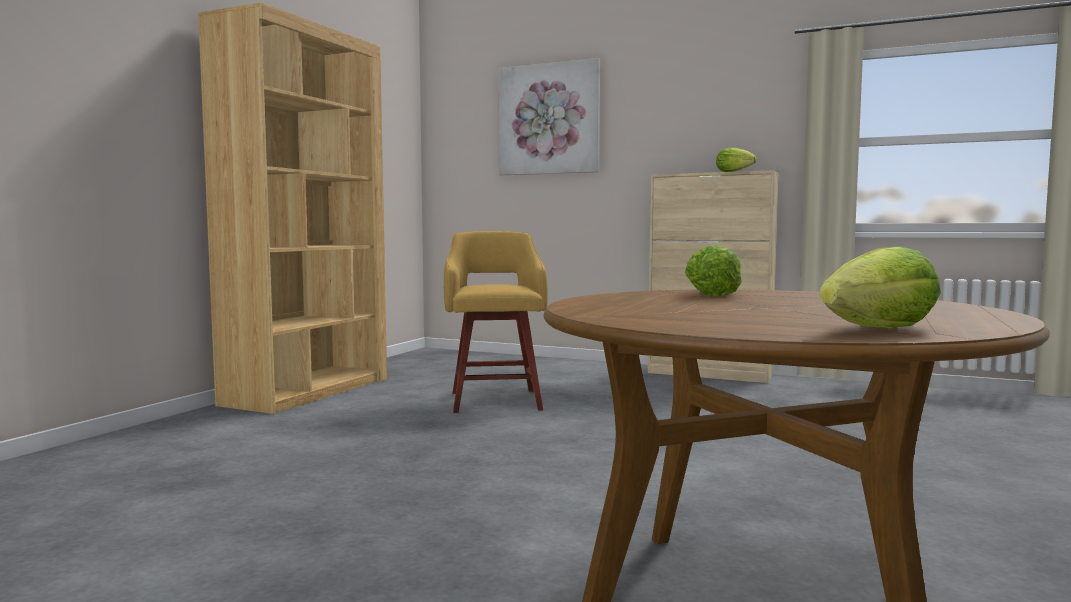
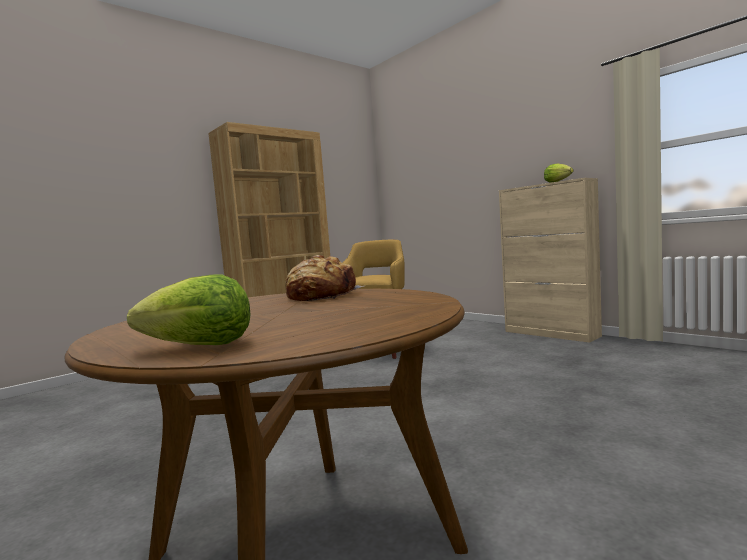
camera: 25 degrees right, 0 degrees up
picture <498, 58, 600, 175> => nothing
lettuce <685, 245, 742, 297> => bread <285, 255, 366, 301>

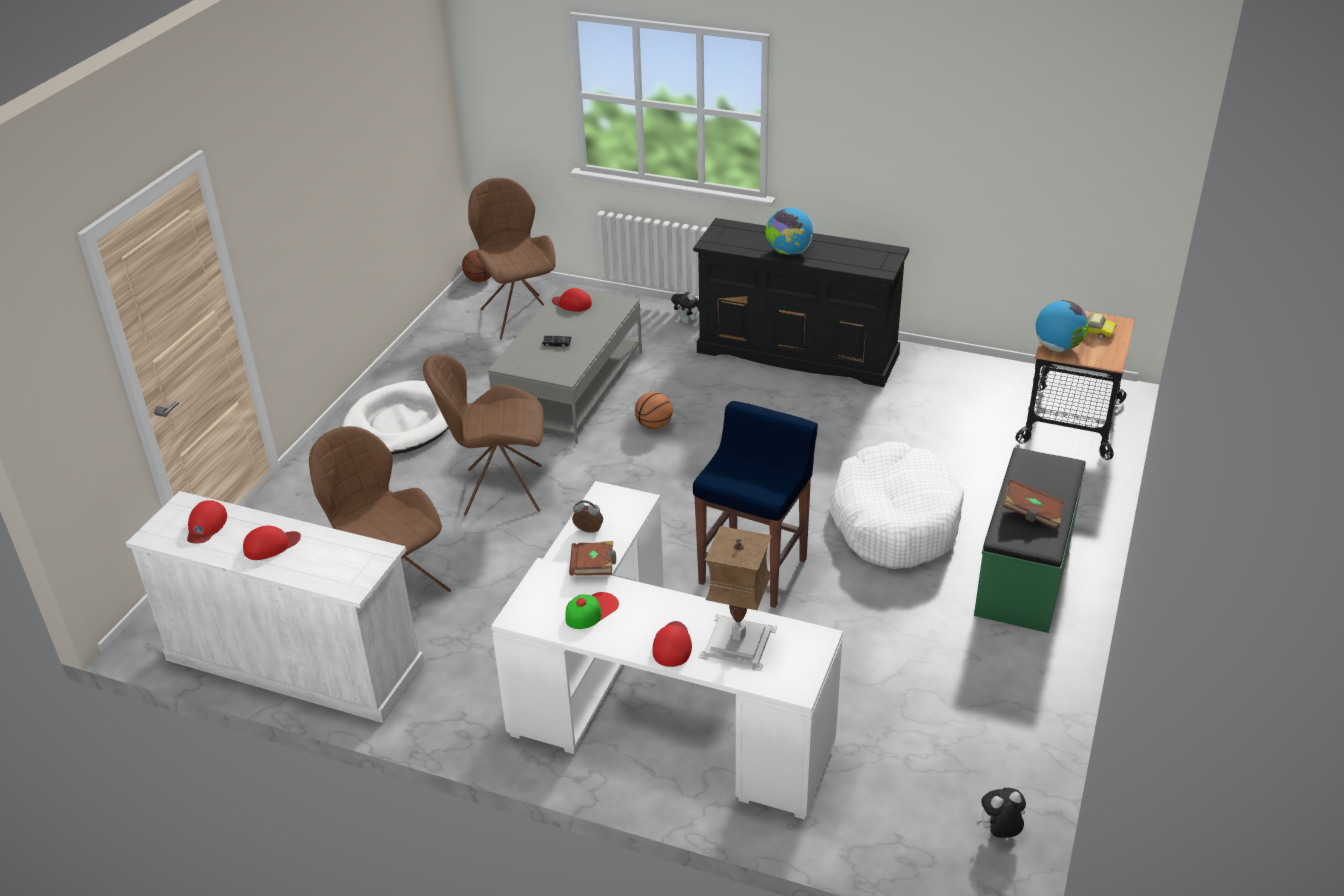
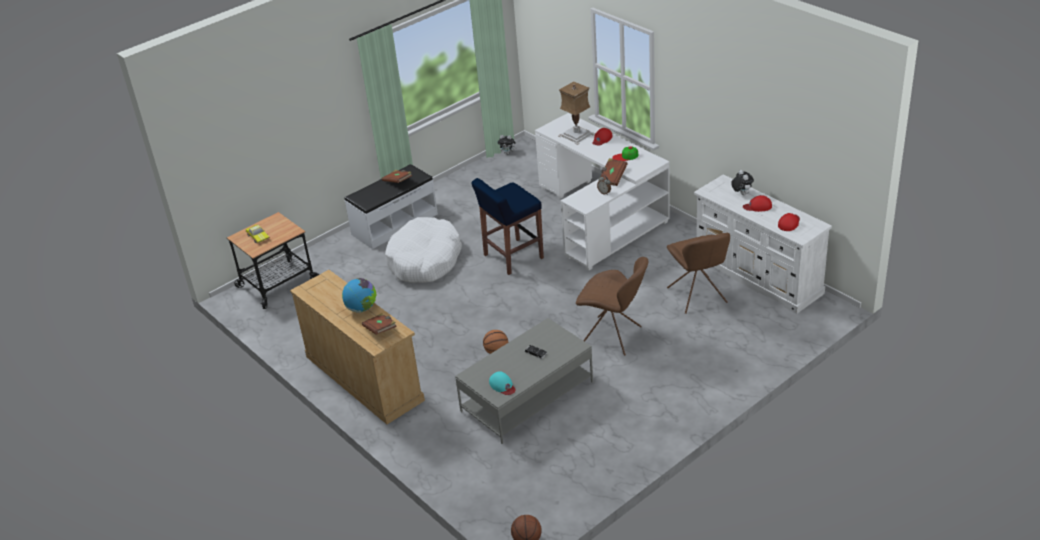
camera: 150 degrees left, 0 degrees up
white dog bed <342, 380, 449, 455> => nothing
brown chair <468, 178, 556, 339> => nothing
red cap <552, 288, 592, 312> => turquoise cap <489, 371, 516, 395>
plush toy <671, 289, 699, 324> => plush toy <731, 170, 754, 195>, shifted
black dresser <693, 218, 909, 387> => beige dresser <290, 270, 425, 424>
green bench <974, 447, 1086, 633> => white bench <344, 164, 438, 249>
globe <1036, 300, 1088, 352> => nothing
nothing => brown book <362, 313, 397, 335>

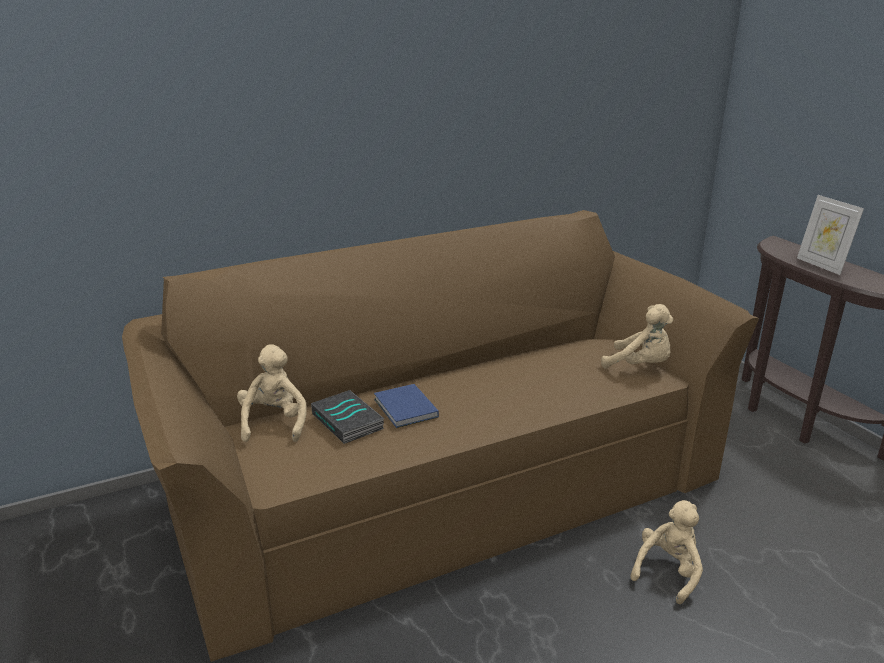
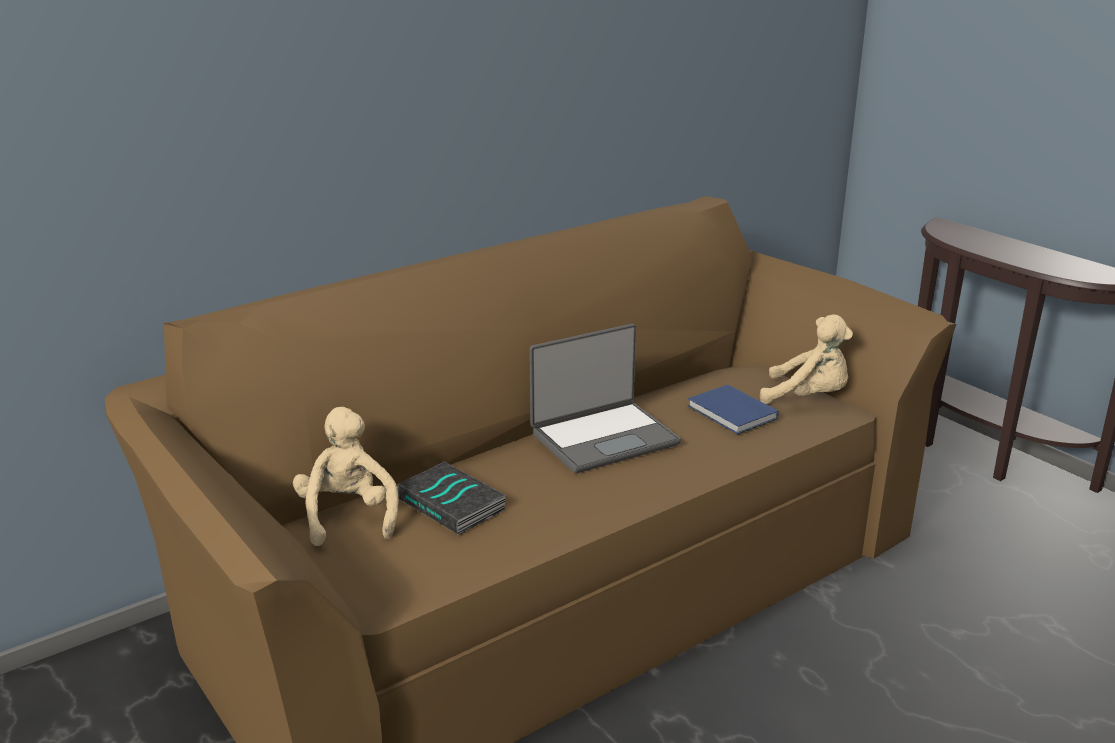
camera: 10 degrees left, 0 degrees up
blue book <374, 384, 439, 428> => blue book <688, 385, 778, 434>, shifted
beige plush toy <630, 500, 703, 604> => nothing
picture frame <797, 195, 864, 275> => nothing
nothing => laptop <529, 324, 681, 473>

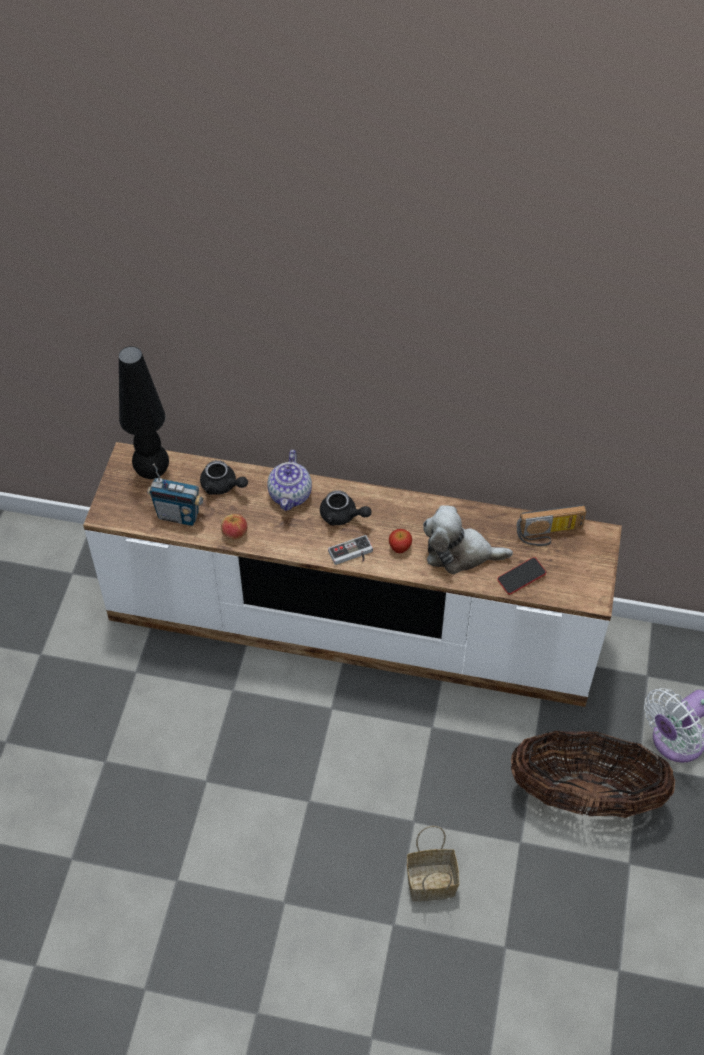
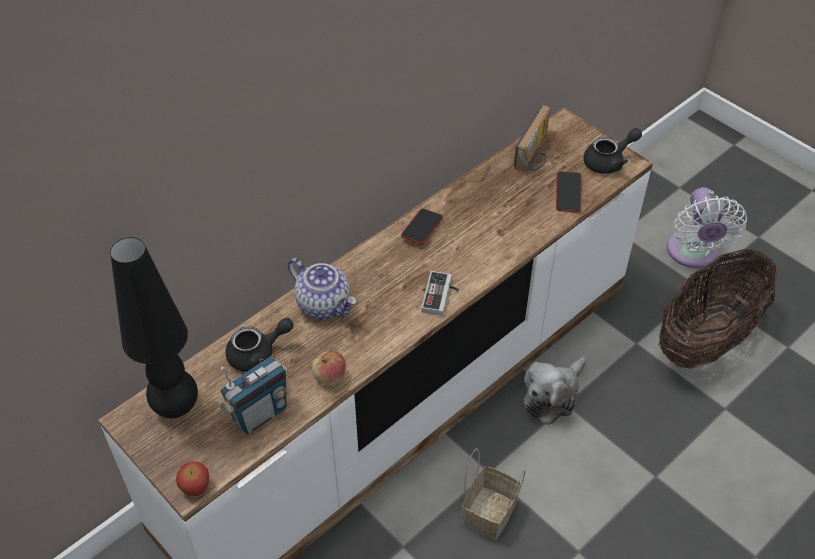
camera: 55 degrees left, 5 degrees down
black teapot <320, 490, 371, 526> => black teapot <583, 128, 642, 174>, shifted
apple <389, 529, 412, 553> => apple <176, 461, 209, 496>, shifted
basket <407, 826, 459, 901> => basket <462, 448, 525, 540>, shifted
plush toy <423, 505, 513, 574> => plush toy <524, 357, 587, 425>, shifted
nothing => phone <401, 209, 443, 244>

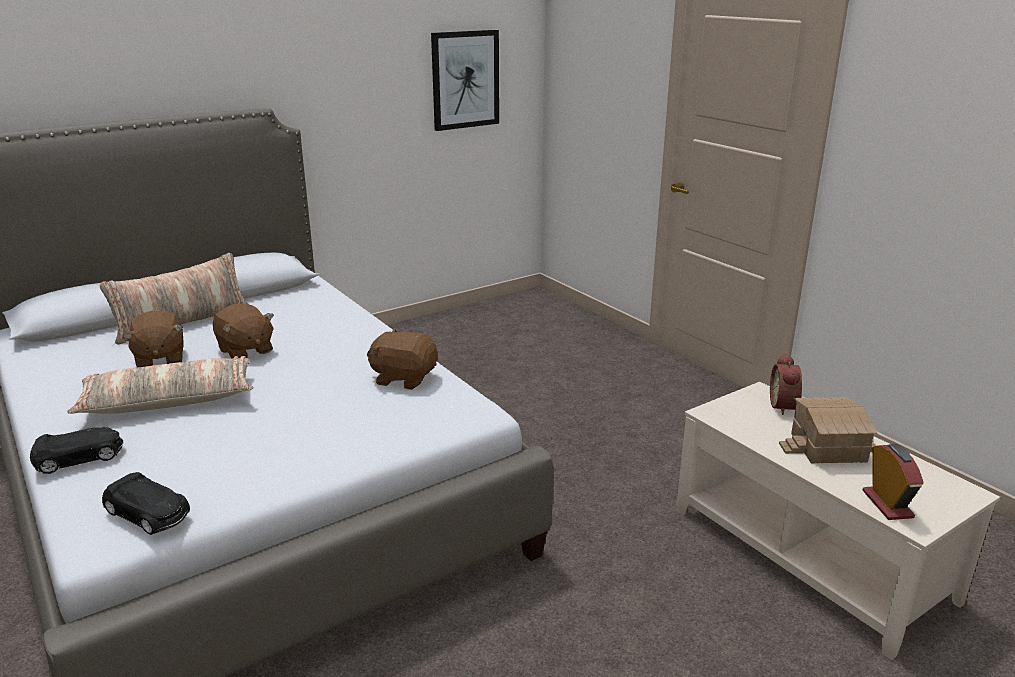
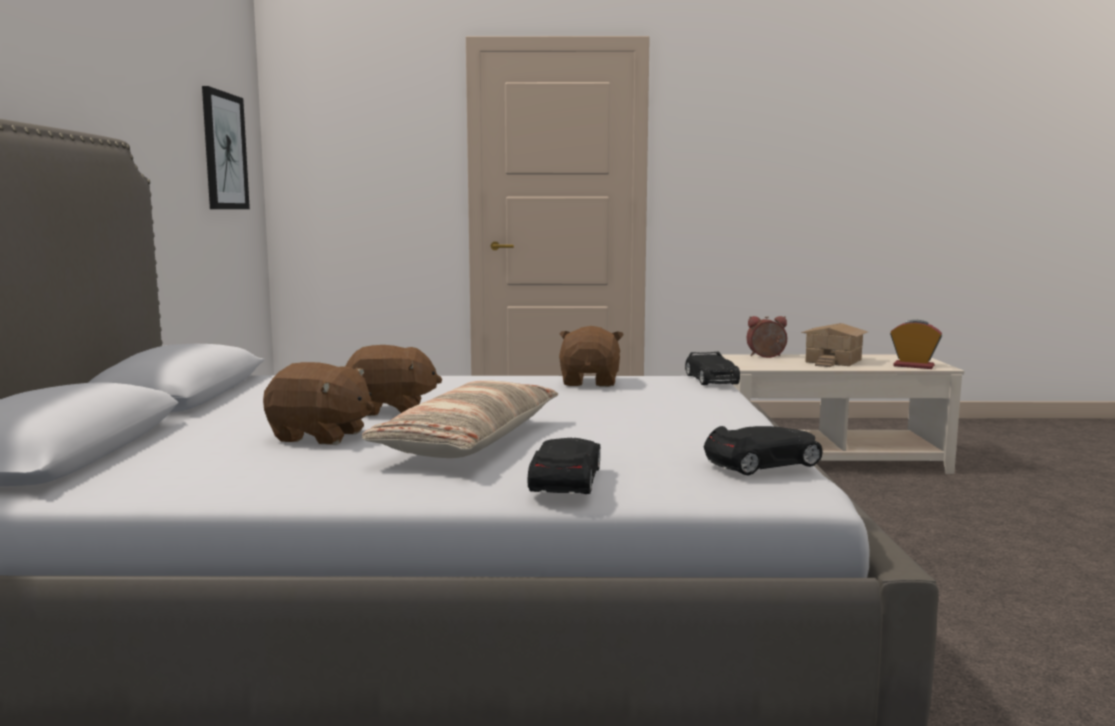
camera: 55 degrees left, 15 degrees down
pillow <100, 253, 250, 345> => nothing
brown plush toy <367, 328, 438, 390> => brown plush toy <559, 326, 624, 387>, 135 degrees clockwise
alarm clock <770, 353, 802, 415> => alarm clock <747, 316, 787, 358>, 135 degrees clockwise
nothing => black toy car <685, 352, 740, 385>

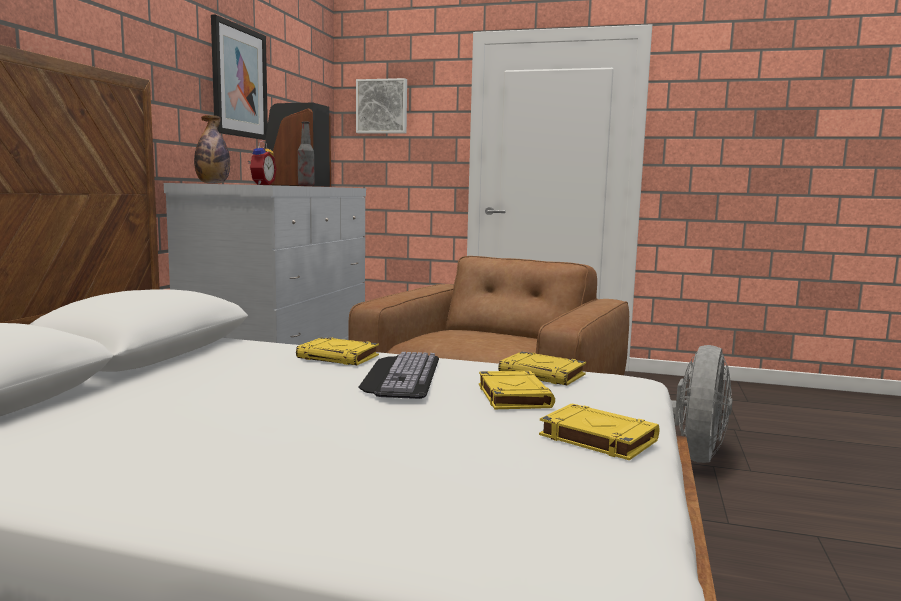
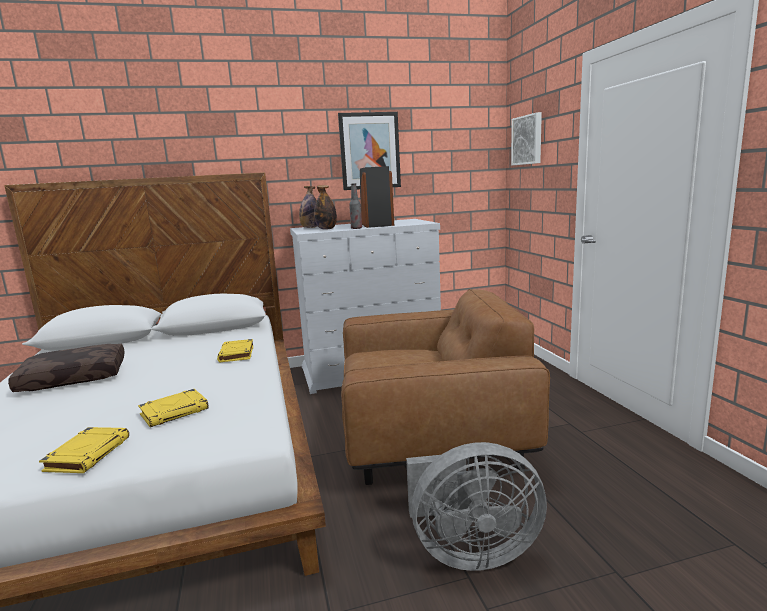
camera: 60 degrees right, 5 degrees up
alarm clock <248, 140, 276, 185> => bottle <314, 185, 337, 230>
keyboard <359, 352, 439, 399> => nothing
yellow book <498, 352, 586, 385> => nothing
nothing => brown pillow <8, 344, 125, 392>

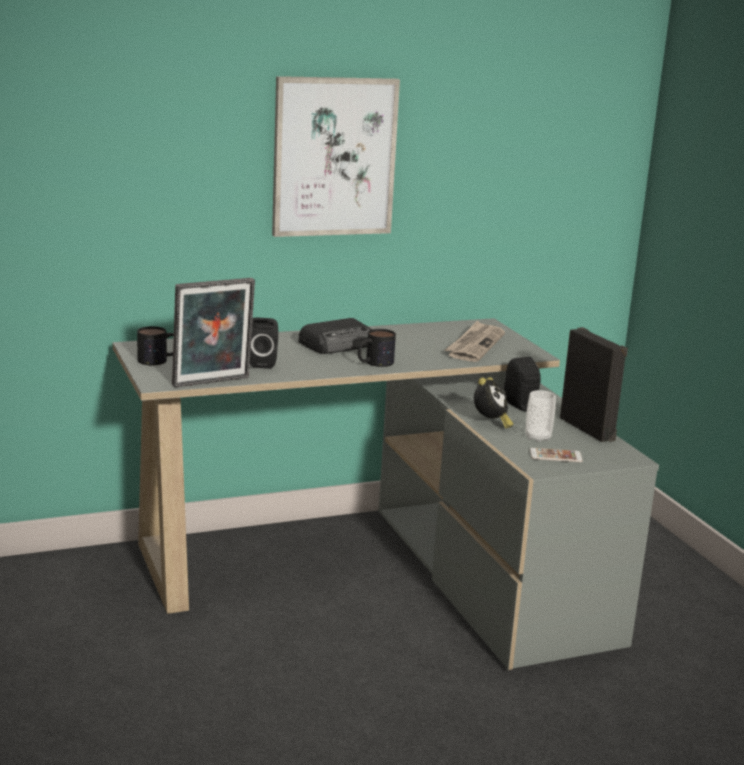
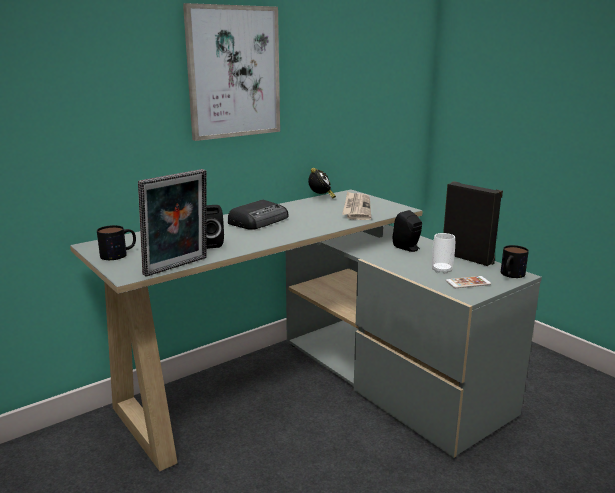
camera: 15 degrees left, 0 degrees up
mug <358, 329, 396, 367> => mug <501, 245, 529, 278>, shifted
alarm clock <474, 377, 514, 428> => alarm clock <308, 168, 336, 198>, shifted

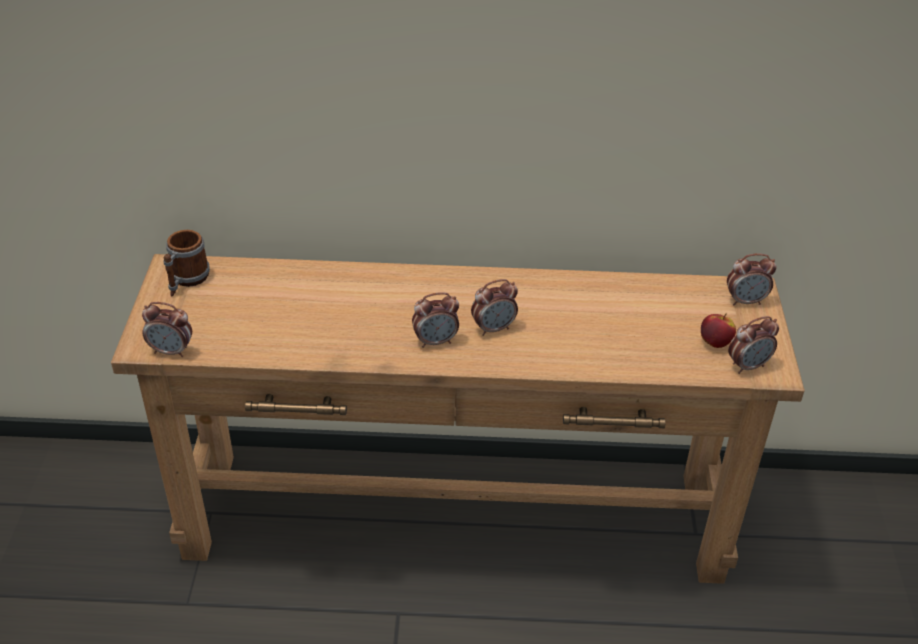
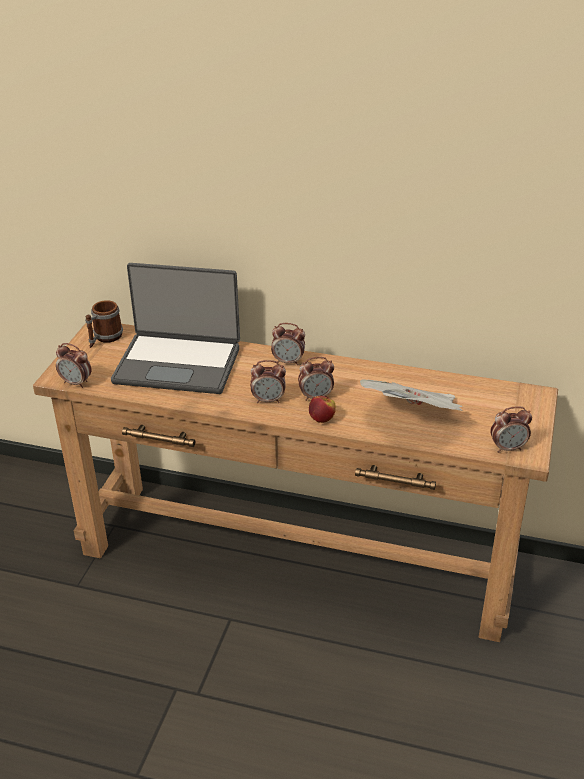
camera: 15 degrees right, 5 degrees down
apple <701, 314, 736, 348> => apple <309, 396, 336, 423>, shifted
alarm clock <727, 253, 777, 305> => alarm clock <271, 323, 305, 365>, shifted
nothing => laptop <111, 263, 240, 394>
nothing => newspaper <360, 379, 463, 411>

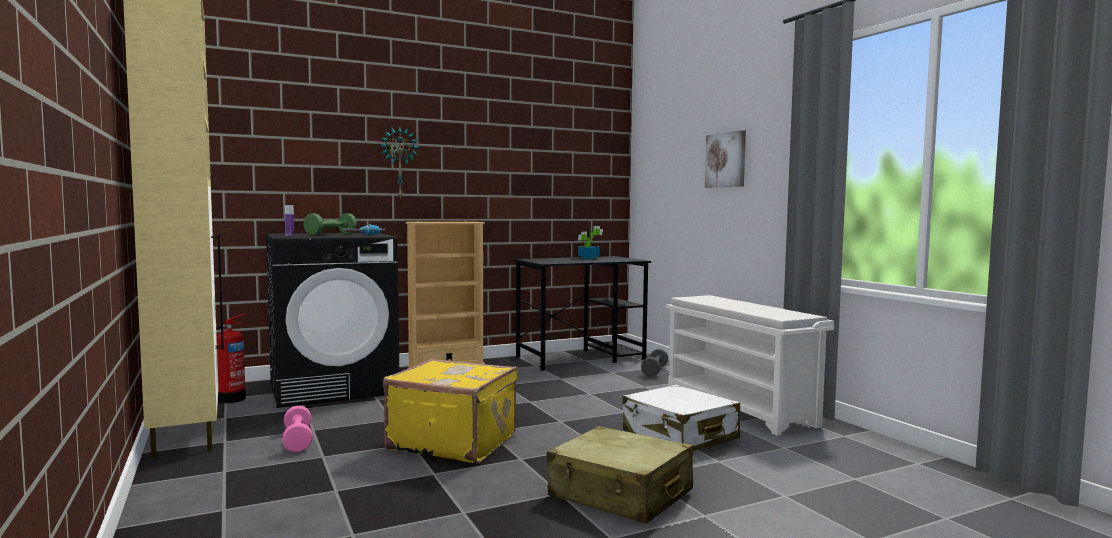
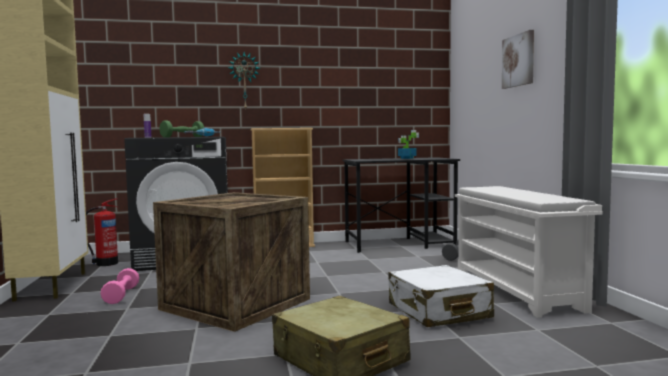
camera: 15 degrees right, 0 degrees up
yellow suitcase <383, 359, 518, 463> => crate <153, 192, 310, 332>

